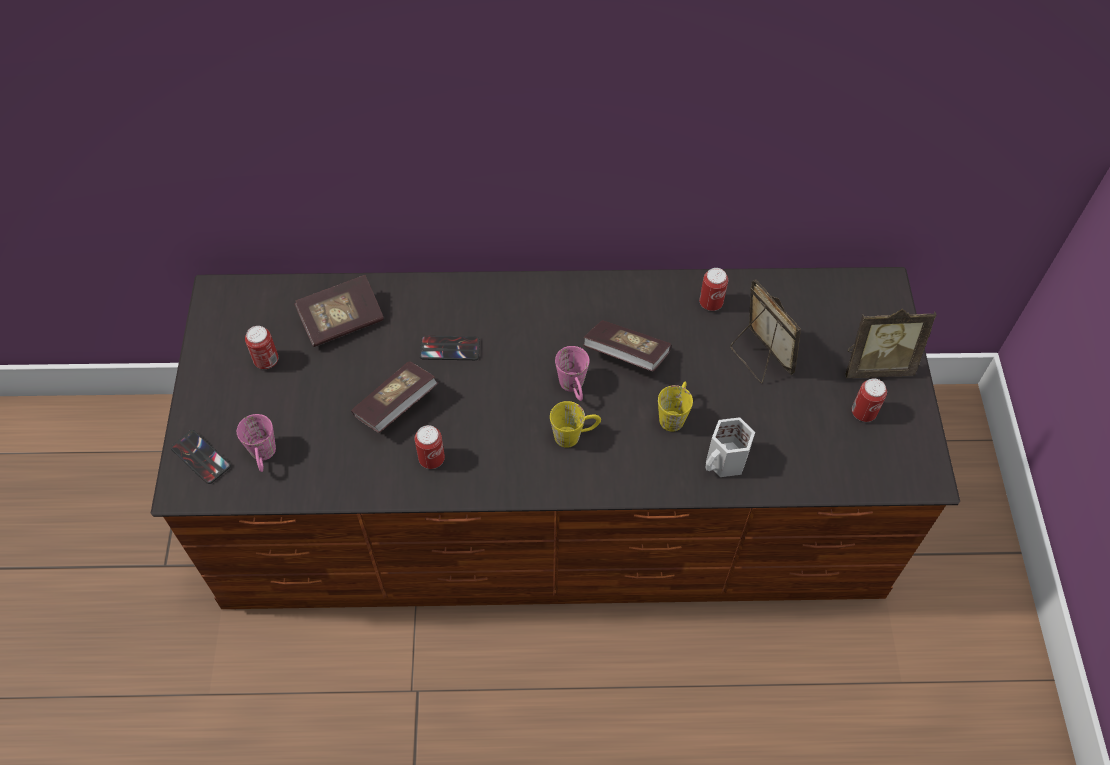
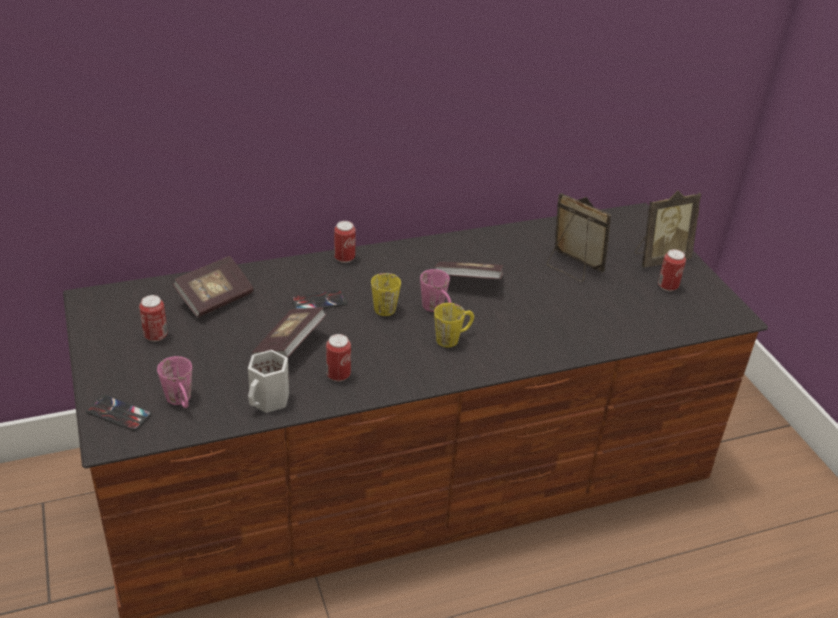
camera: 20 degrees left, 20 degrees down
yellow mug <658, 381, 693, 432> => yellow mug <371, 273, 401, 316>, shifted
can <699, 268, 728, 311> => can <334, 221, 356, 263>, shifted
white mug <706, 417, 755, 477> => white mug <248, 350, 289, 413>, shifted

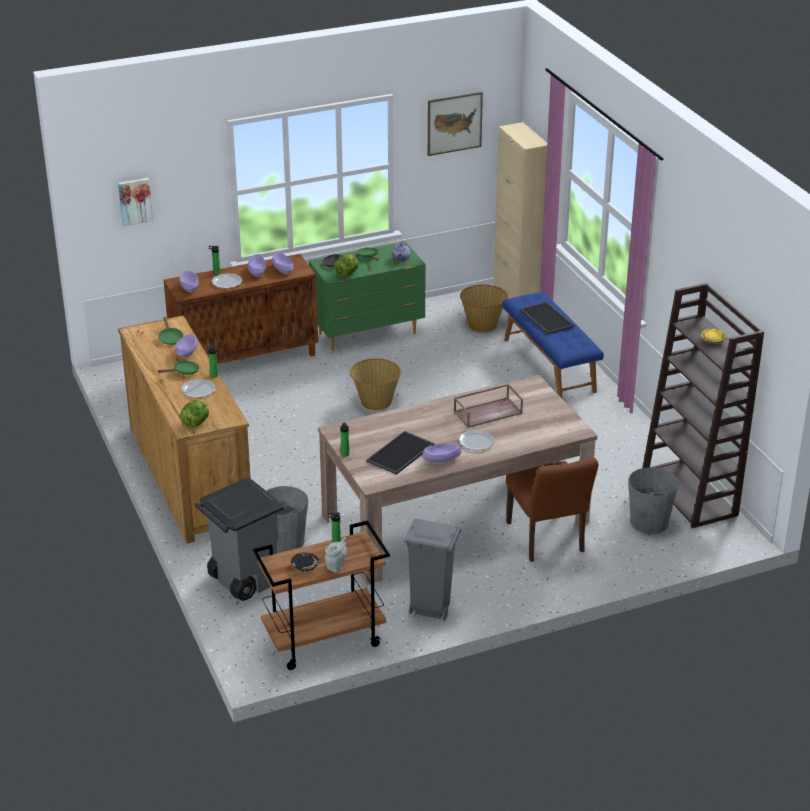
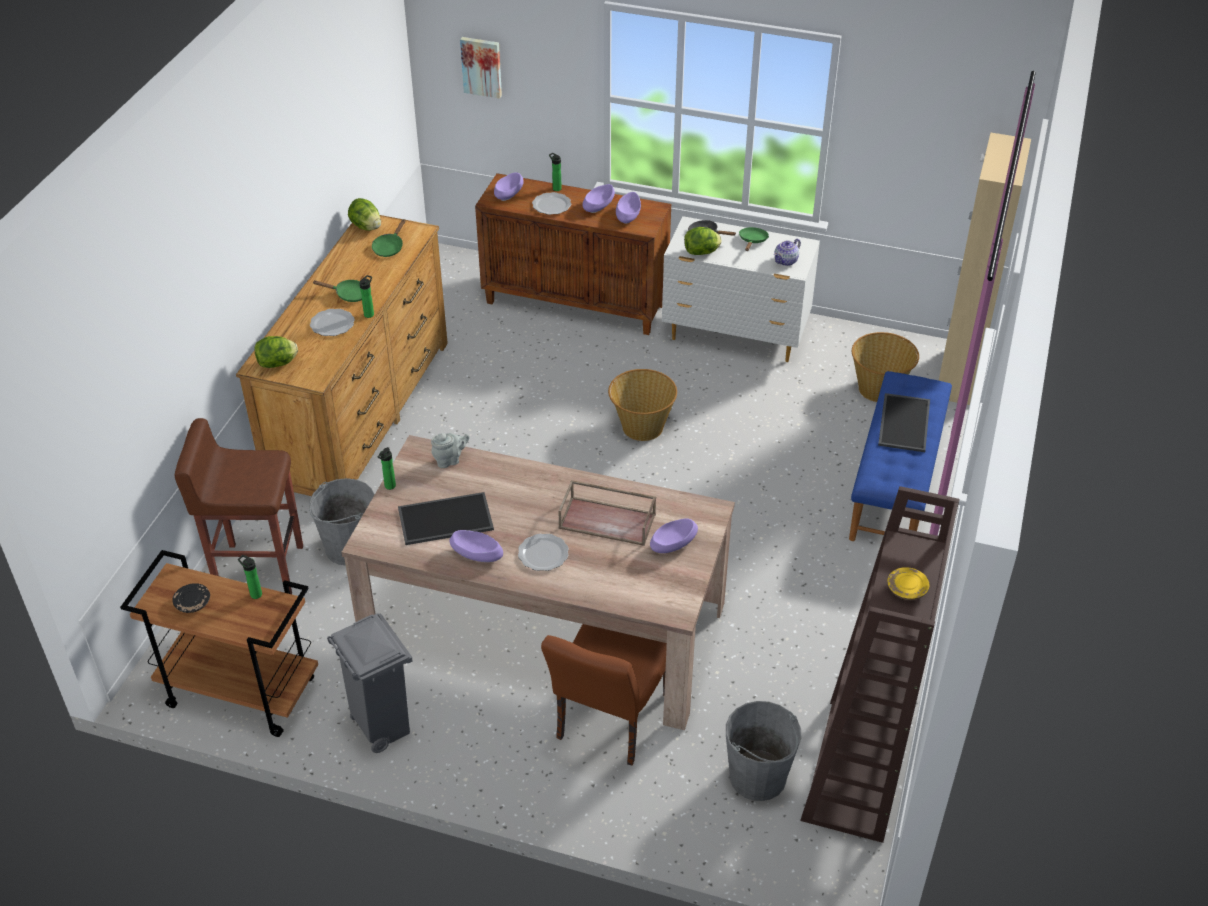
camera: 40 degrees right, 10 degrees up
purple bowl <175, 334, 198, 358> => purple bowl <650, 518, 698, 553>, shifted
grey trash can <195, 478, 283, 601> => brown stool <175, 418, 303, 594>
green dresser <309, 242, 426, 352> => white dresser <662, 216, 820, 362>
grey teapot <325, 537, 348, 572> => grey teapot <431, 433, 470, 468>, shifted
picture <428, 92, 483, 156> => nothing
nothing => lettuce <348, 198, 381, 231>

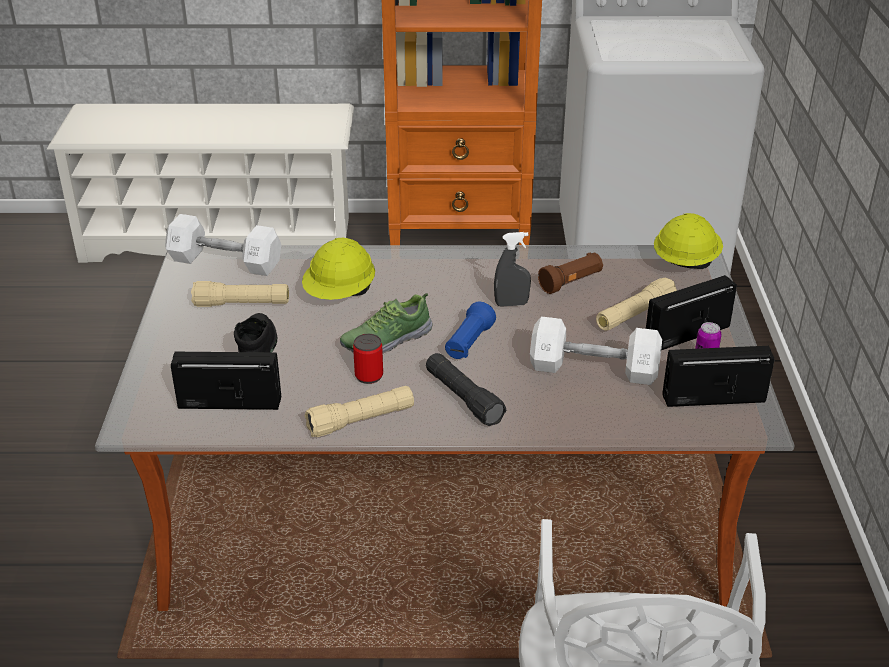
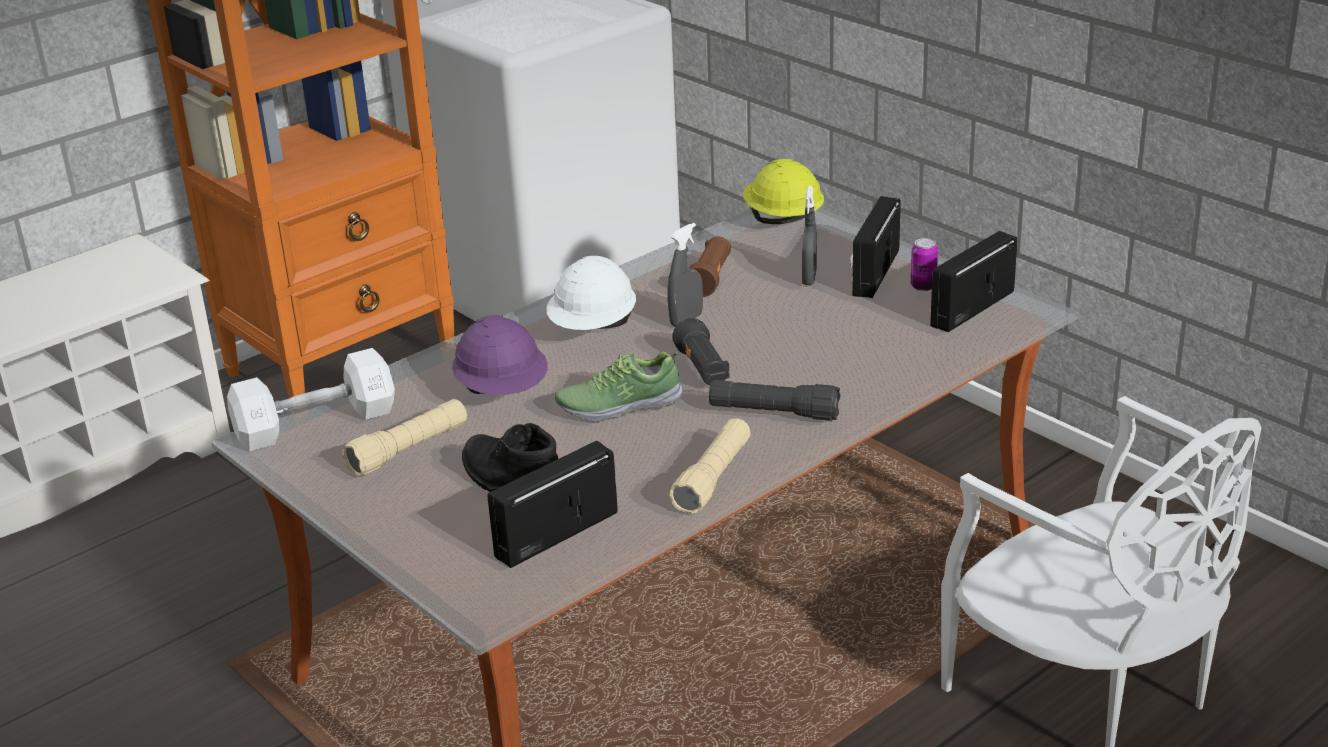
camera: 40 degrees left, 5 degrees down
yellow hard hat <302, 238, 375, 300> => purple hard hat <452, 315, 547, 395>
shoe <340, 293, 432, 353> => shoe <555, 352, 683, 422>, 60 degrees clockwise
can <353, 334, 383, 384> => nothing
blue flashlight <445, 302, 496, 359> => black flashlight <672, 318, 729, 385>
white dumbbell <530, 316, 662, 385> => nothing
beige flashlight <596, 278, 677, 331> => grey spray bottle <802, 186, 817, 285>
nothing => white hard hat <547, 256, 636, 330>

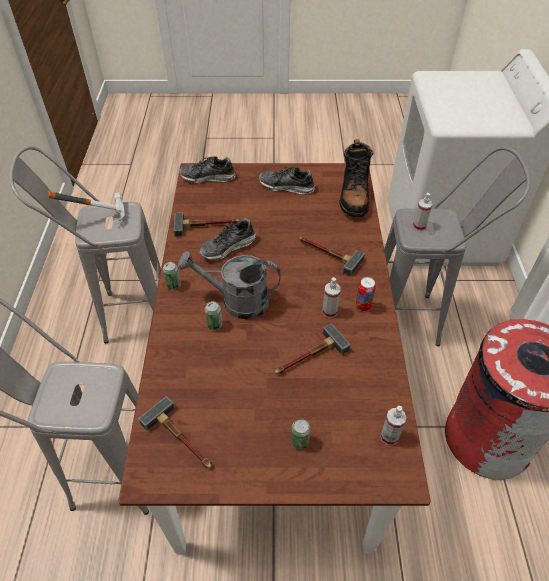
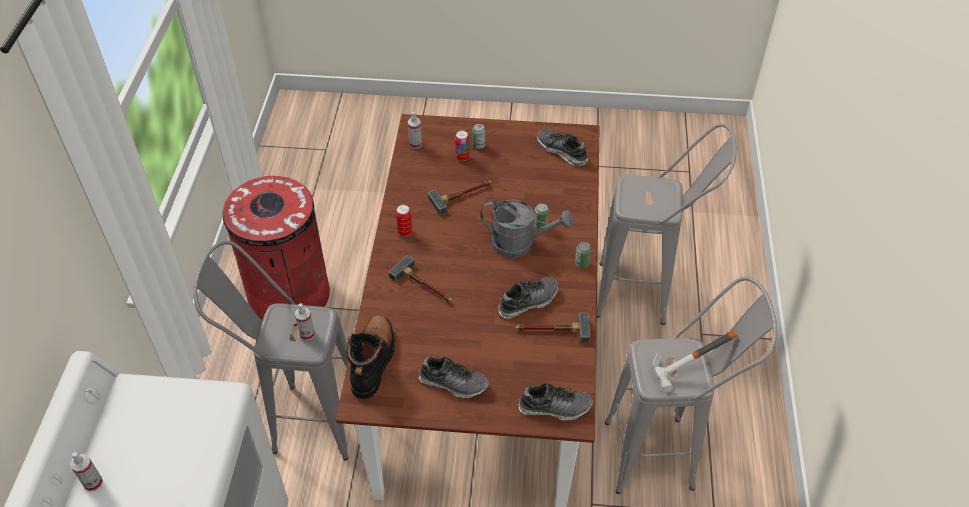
camera: 175 degrees left, 0 degrees up
hammer <139, 396, 212, 468> => shoe <537, 129, 588, 166>
spray bottle <322, 277, 341, 318> => spray bottle <70, 452, 103, 491>, shifted
nothing => can <455, 131, 469, 161>

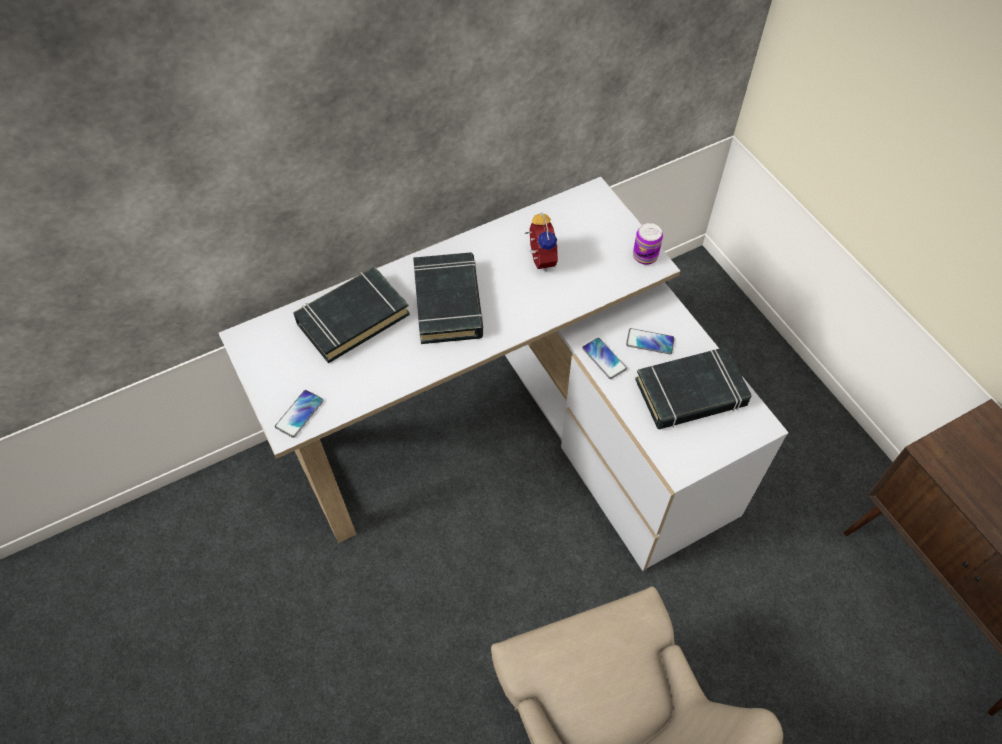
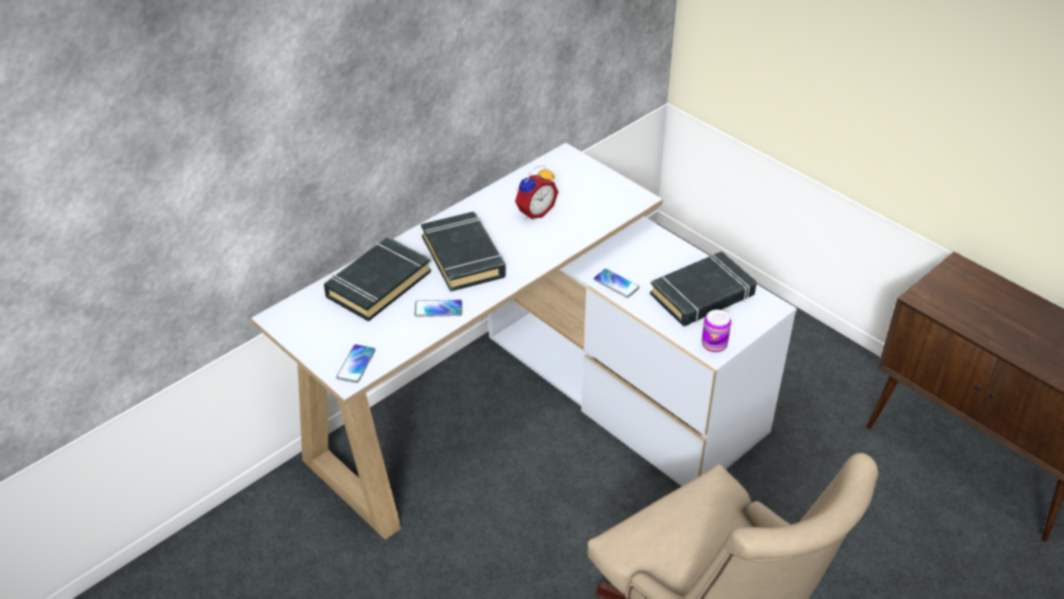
camera: 15 degrees left, 15 degrees down
alarm clock <525, 212, 558, 272> => alarm clock <515, 165, 558, 220>, 75 degrees clockwise
phone <626, 328, 675, 354> => phone <414, 300, 462, 317>, shifted
can <633, 223, 663, 265> => can <702, 310, 731, 353>, shifted

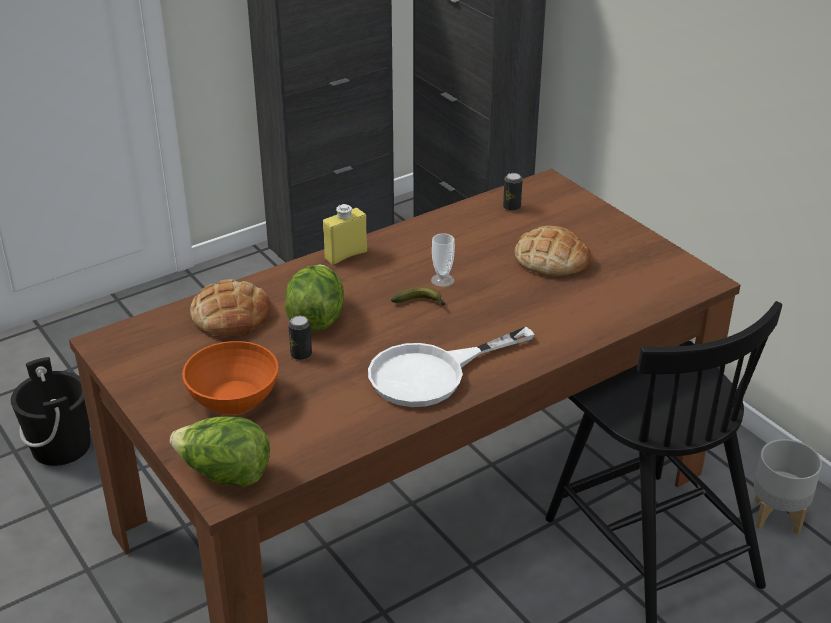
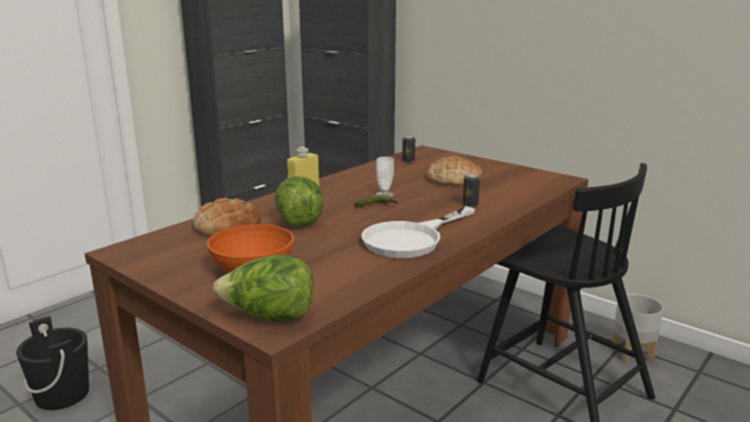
camera: 15 degrees left, 15 degrees down
can <288, 316, 312, 360> => can <463, 173, 480, 207>, shifted

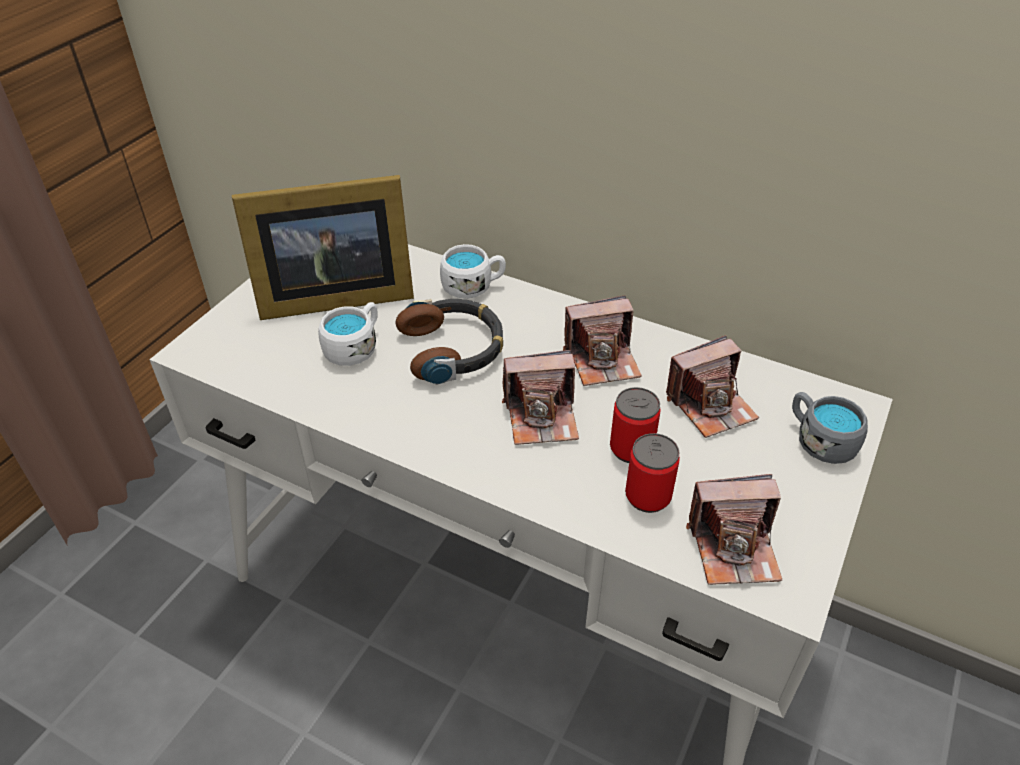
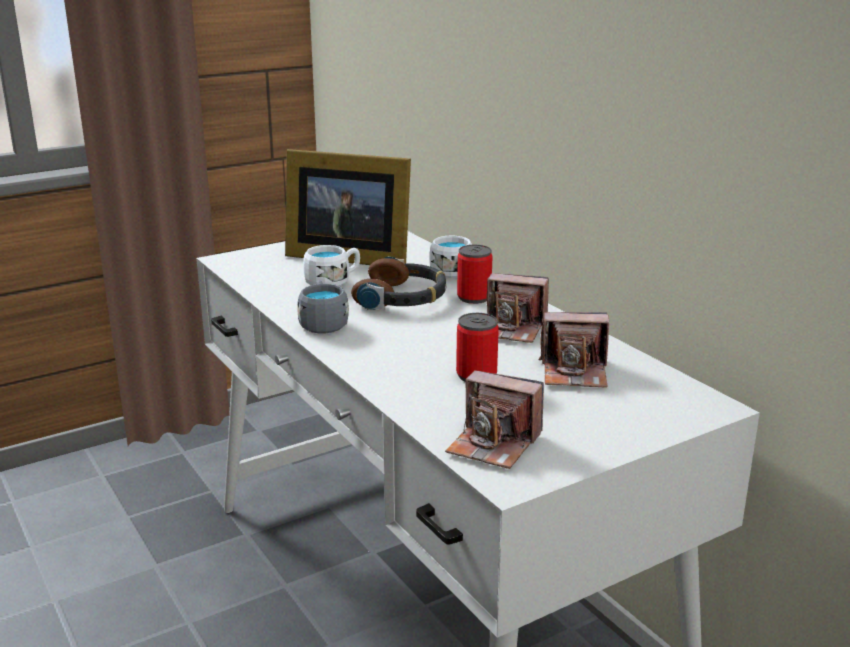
camera: 30 degrees right, 20 degrees down
photo camera <502, 350, 579, 445> => nothing
can <625, 433, 680, 513> => can <457, 245, 492, 304>, shifted
grey mug <792, 392, 868, 464> => grey mug <298, 280, 349, 333>, shifted

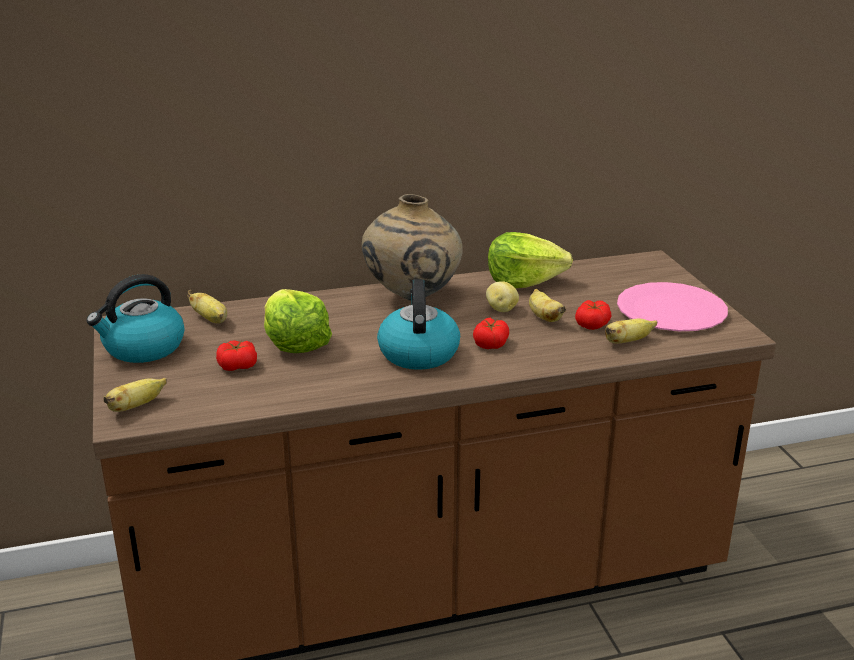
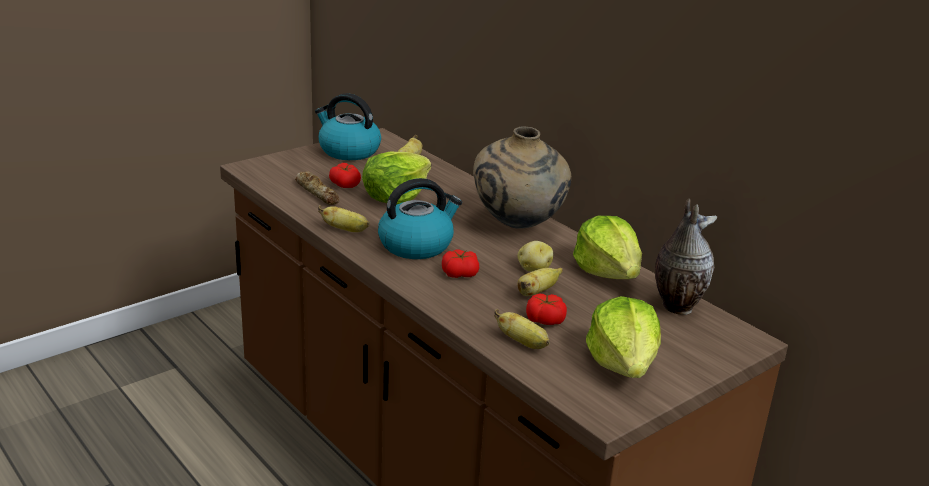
camera: 65 degrees right, 0 degrees up
banana <103, 378, 167, 412> => banana <318, 205, 369, 232>, shifted
pink plate <617, 282, 728, 331> => lettuce <586, 296, 661, 378>
nothing => bread <295, 171, 340, 205>
nothing => vase <655, 199, 717, 315>

